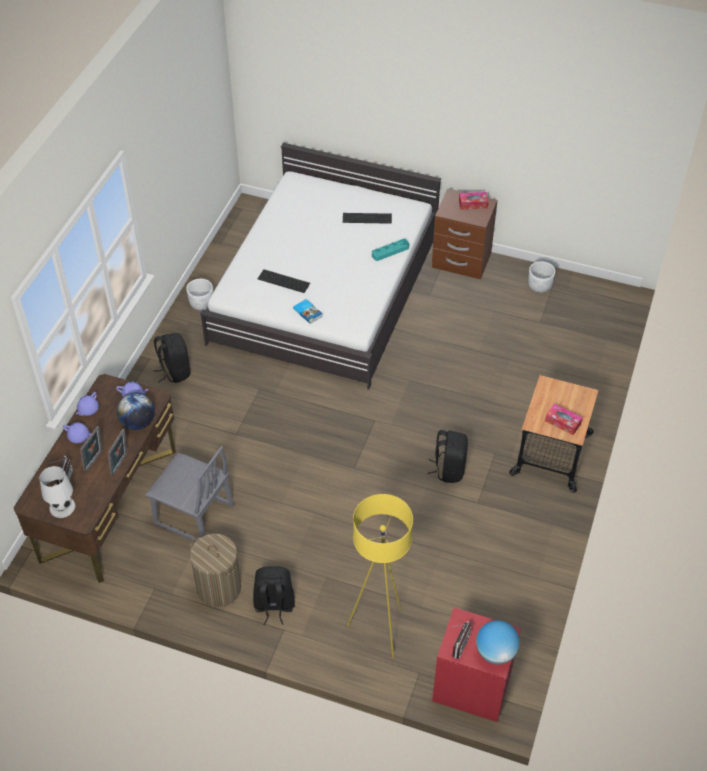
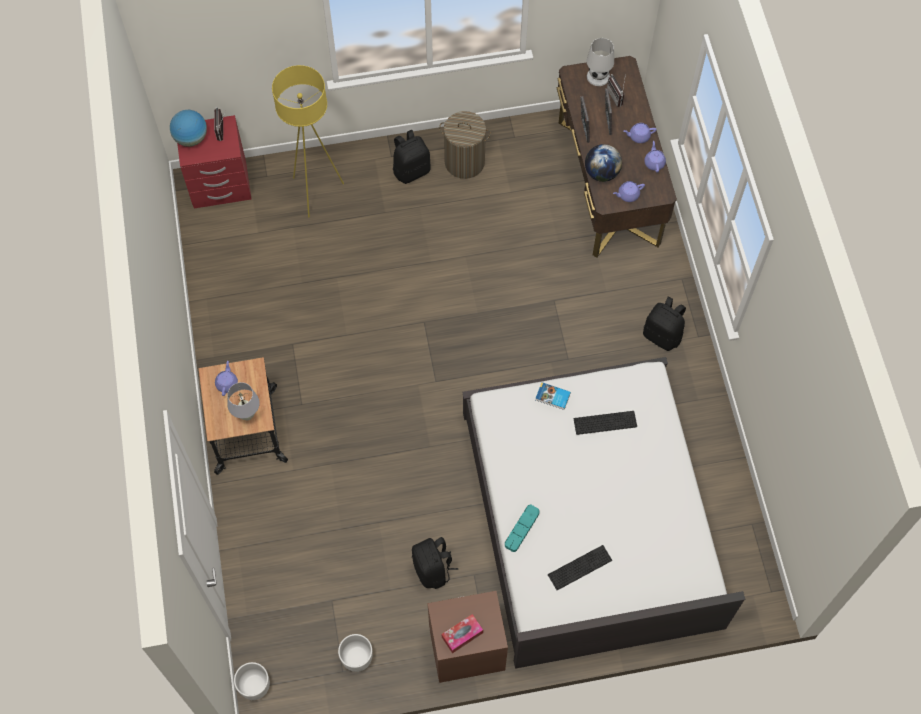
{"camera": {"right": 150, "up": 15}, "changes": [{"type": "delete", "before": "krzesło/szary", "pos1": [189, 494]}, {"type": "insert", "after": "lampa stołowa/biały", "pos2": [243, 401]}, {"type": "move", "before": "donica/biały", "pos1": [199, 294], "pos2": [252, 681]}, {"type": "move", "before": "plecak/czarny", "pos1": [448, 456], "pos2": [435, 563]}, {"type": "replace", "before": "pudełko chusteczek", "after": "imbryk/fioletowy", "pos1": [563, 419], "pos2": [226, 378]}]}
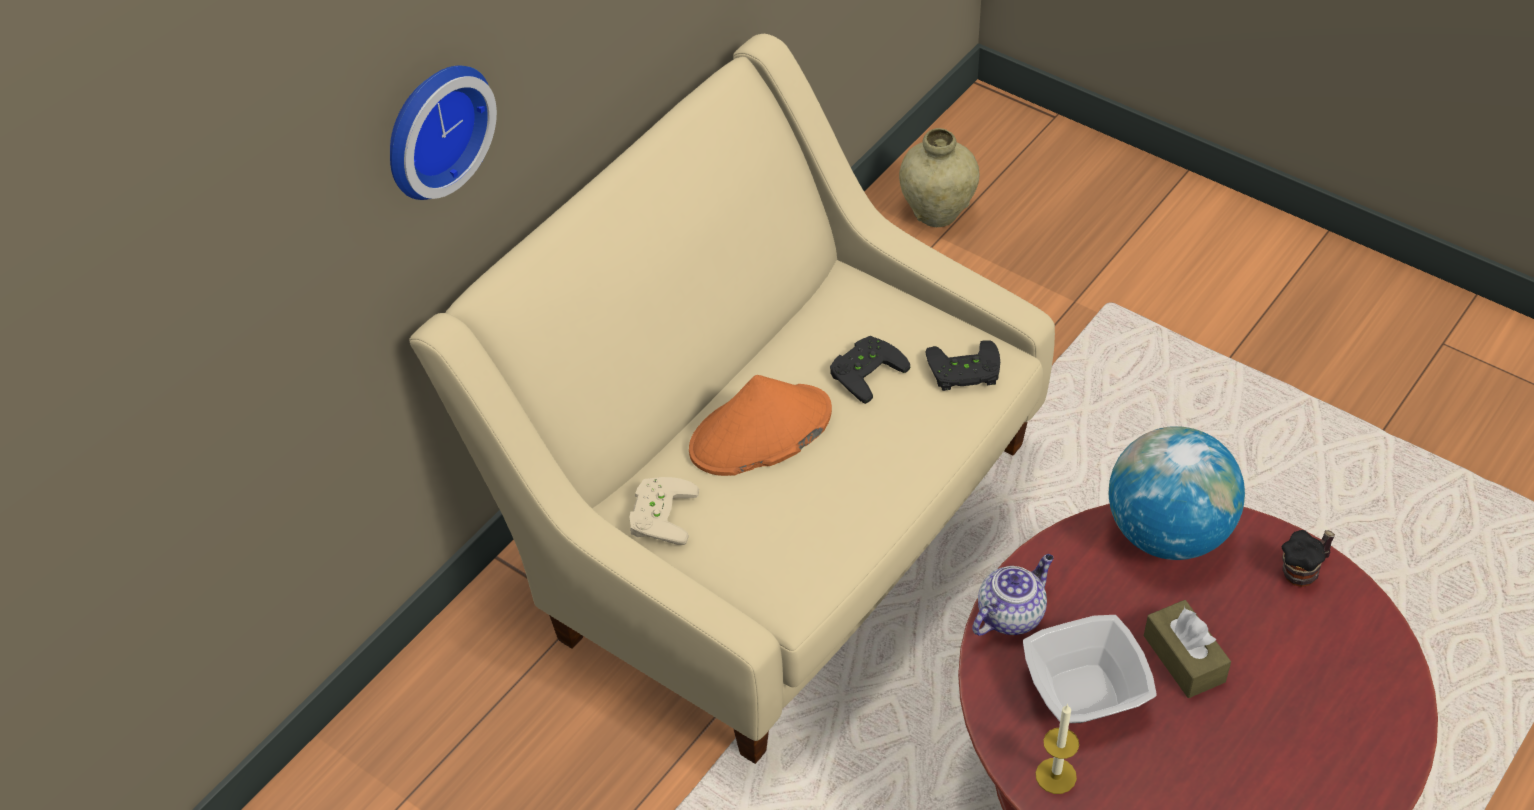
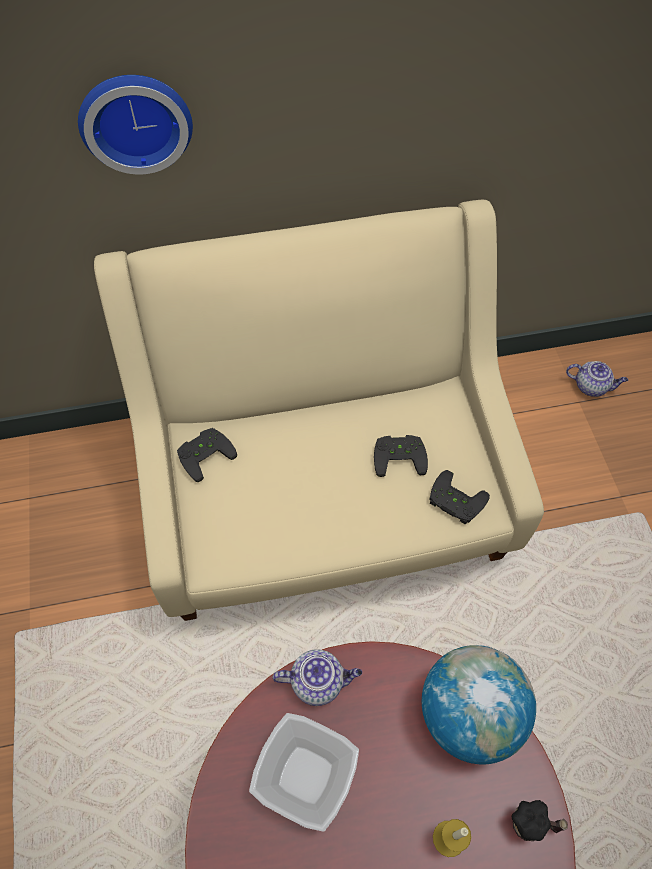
{"camera": {"right": 40, "up": 10}, "changes": [{"type": "delete", "before": "kapelusz/pomarańczowy", "pos1": [760, 425]}, {"type": "delete", "before": "pudełko chusteczek/brązowy", "pos1": [1187, 649]}, {"type": "move", "before": "świeca", "pos1": [1057, 749], "pos2": [452, 838]}, {"type": "replace", "before": "wazon/beżowy", "after": "imbryk", "pos1": [939, 177], "pos2": [597, 379]}, {"type": "recolor", "before": "pad do gier/beżowy", "after": "pad do gier/czarny", "pos1": [664, 511], "pos2": [207, 455]}]}
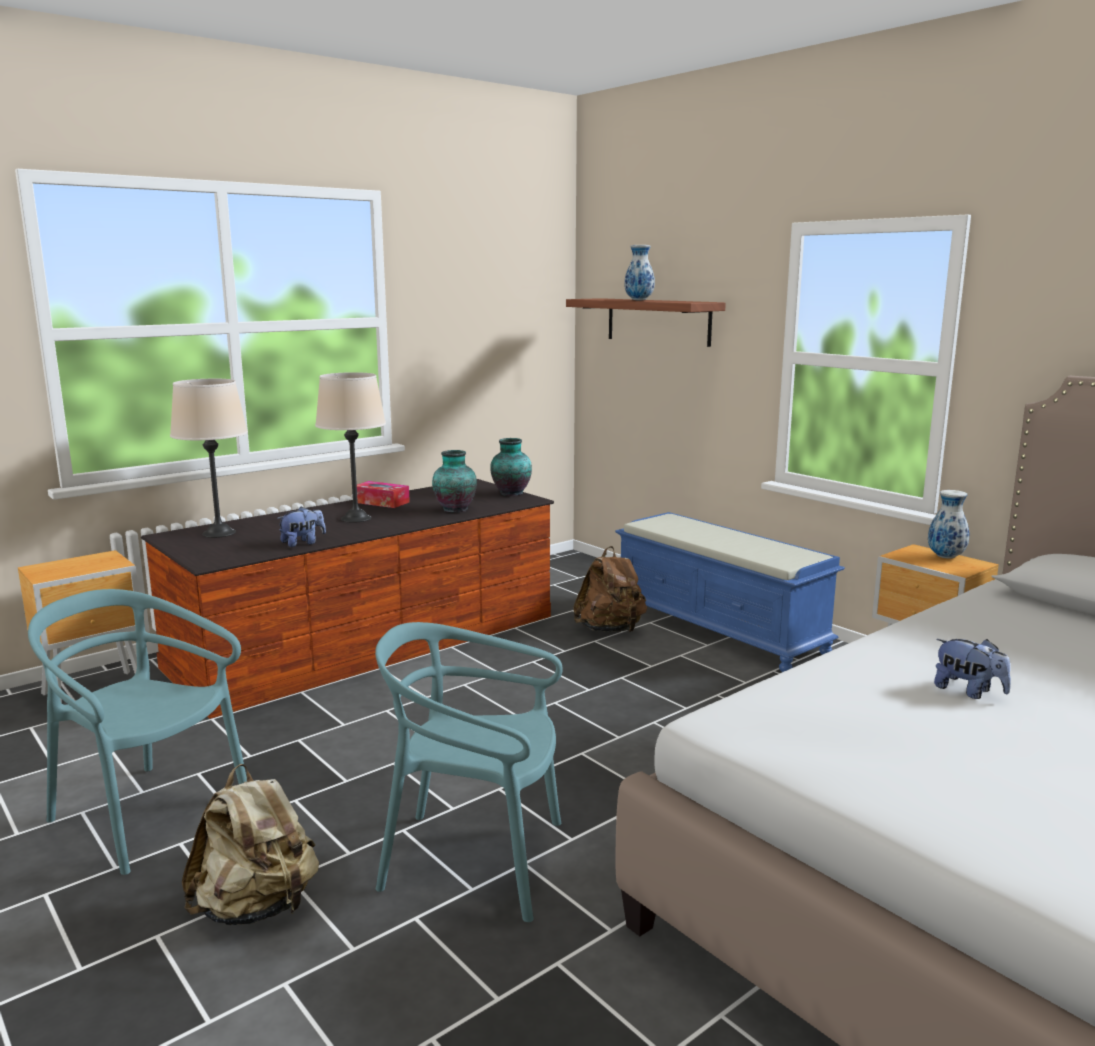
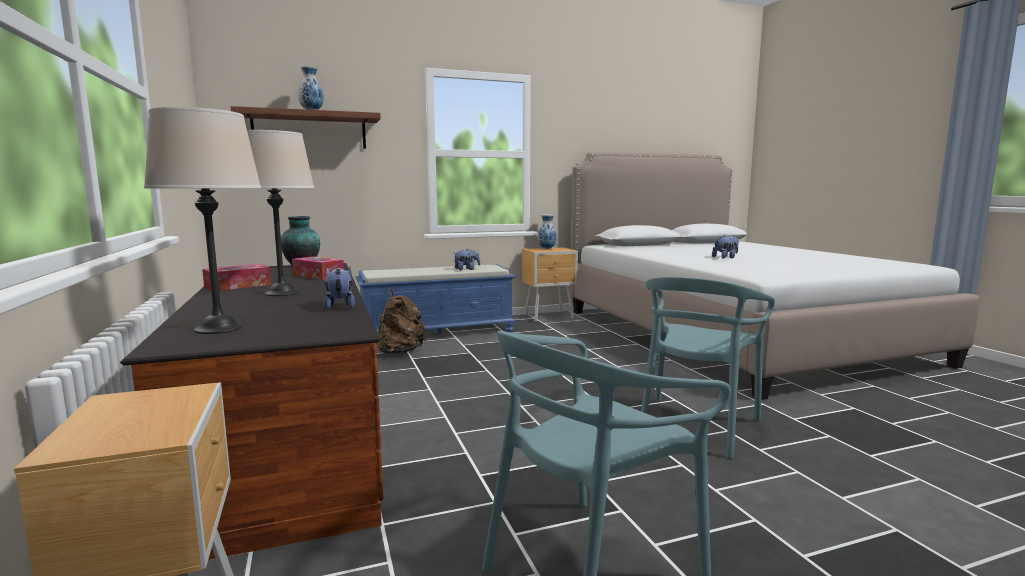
{"camera": {"right": -70, "up": -5}, "changes": [{"type": "delete", "before": "plecak/beżowy", "pos1": [250, 844]}, {"type": "insert", "after": "pluszak", "pos2": [467, 259]}, {"type": "replace", "before": "wazon", "after": "pudełko chusteczek", "pos1": [454, 481], "pos2": [318, 268]}]}
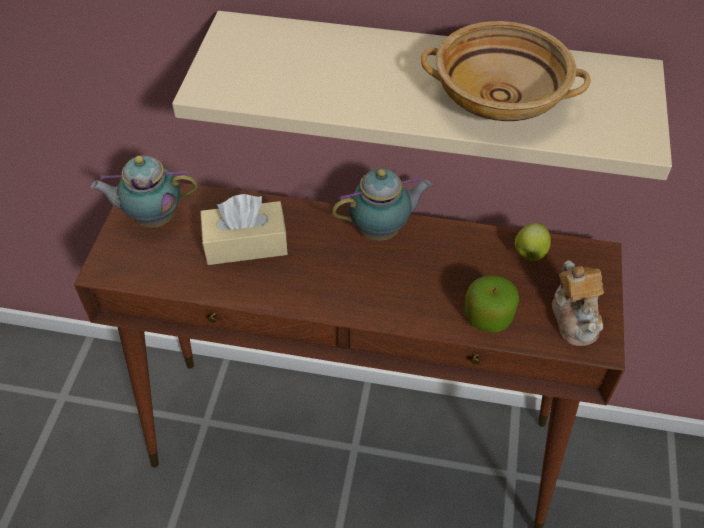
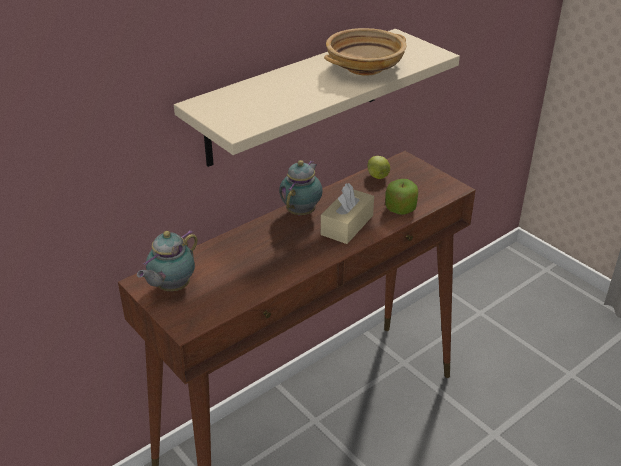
{"camera": {"right": -50, "up": -15}, "changes": [{"type": "delete", "before": "imbryk", "pos1": [578, 303]}, {"type": "move", "before": "pudełko chusteczek/beżowy", "pos1": [244, 229], "pos2": [347, 213]}]}
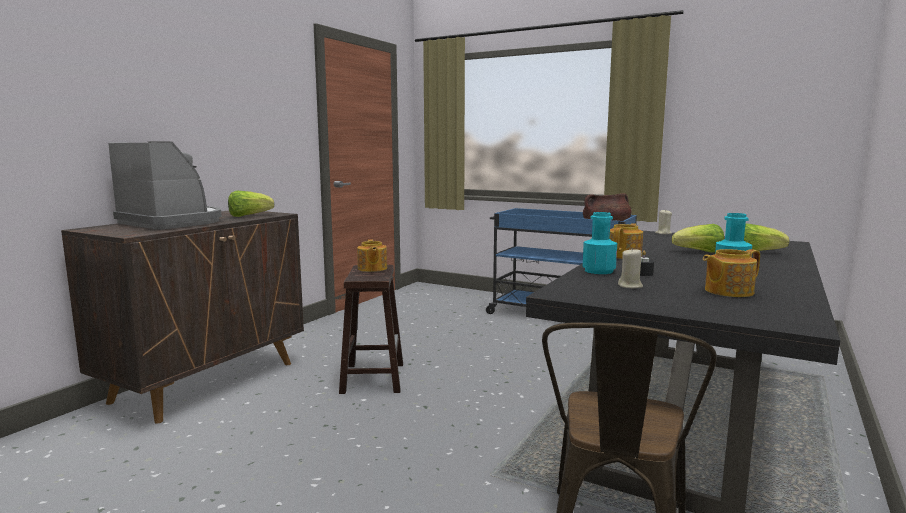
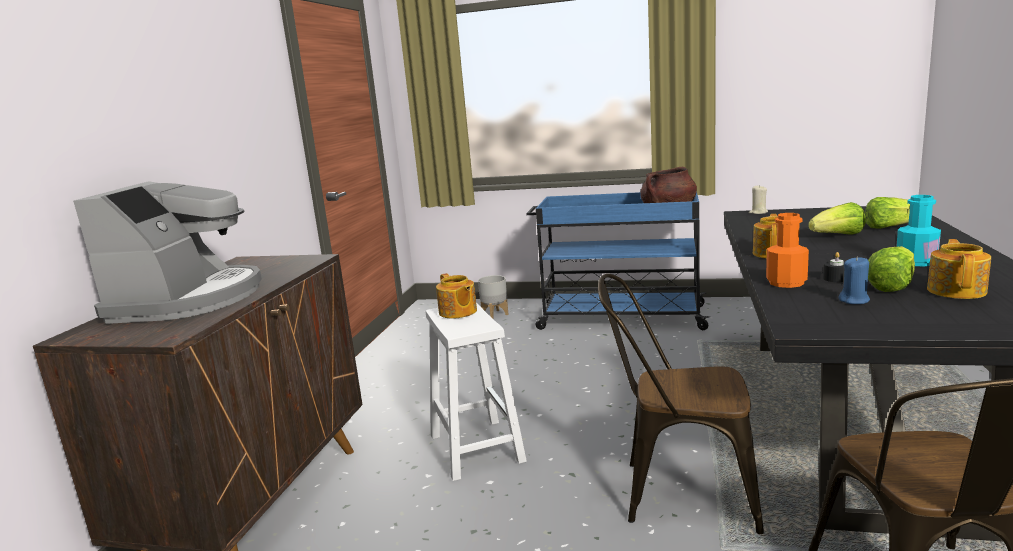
{"camera": {"right": -15, "up": 5}, "changes": [{"type": "insert", "after": "donica/szary", "pos2": [493, 297]}, {"type": "insert", "after": "krzesło/brązowy", "pos2": [681, 403]}, {"type": "move", "before": "sałata", "pos1": [251, 204], "pos2": [891, 269]}, {"type": "recolor", "before": "stołek/brązowy", "after": "stołek/biały", "pos1": [371, 329], "pos2": [476, 391]}, {"type": "recolor", "before": "butelka/turkusowy", "after": "butelka/pomarańczowy", "pos1": [600, 243], "pos2": [787, 250]}, {"type": "recolor", "before": "świeca/beżowy", "after": "świeca/niebieski", "pos1": [630, 268], "pos2": [854, 280]}, {"type": "rotate", "before": "ekspres do kawy", "pos1": [165, 185], "pos2": [167, 252], "turn": 75}, {"type": "rotate", "before": "imbryk", "pos1": [731, 273], "pos2": [959, 269], "turn": 150}]}
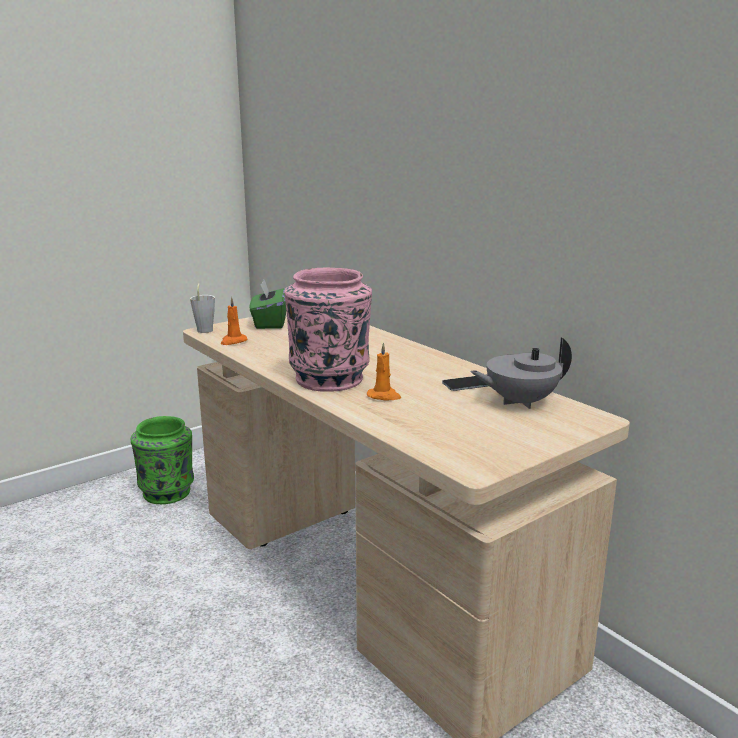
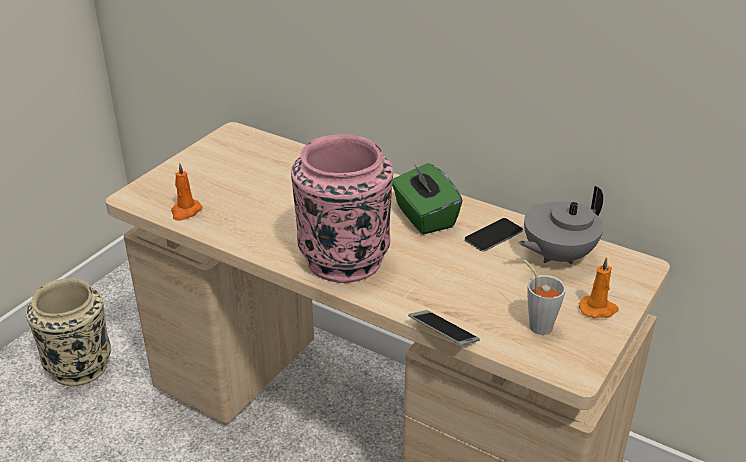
{"camera": {"right": -20, "up": 15}, "changes": [{"type": "insert", "after": "telefon", "pos2": [444, 328]}, {"type": "move", "before": "filiżanka/szary", "pos1": [202, 308], "pos2": [544, 297]}, {"type": "move", "before": "pudełko chusteczek/zielony", "pos1": [267, 304], "pos2": [427, 199]}, {"type": "move", "before": "świeca/pomarańczowy", "pos1": [384, 371], "pos2": [599, 287]}, {"type": "recolor", "before": "wazon/zielony", "after": "wazon/beżowy", "pos1": [162, 460], "pos2": [68, 332]}]}
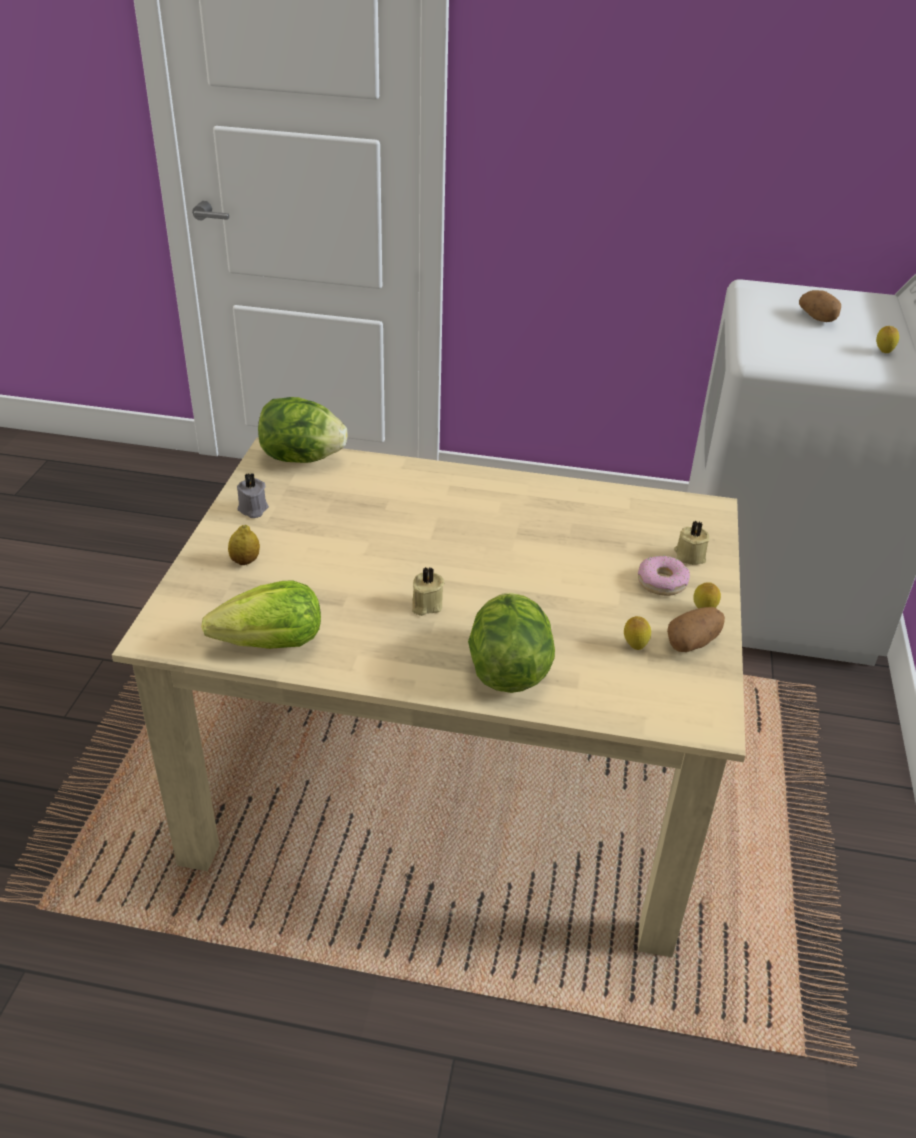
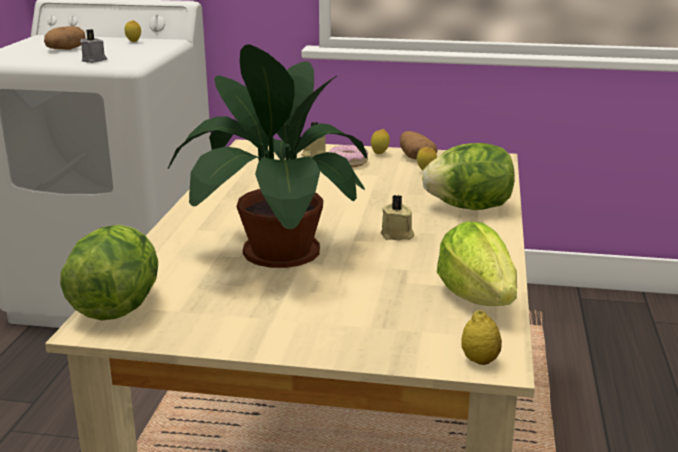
{"camera": {"right": -90, "up": -15}, "changes": [{"type": "insert", "after": "roślina doniczkowa", "pos2": [268, 156]}, {"type": "move", "before": "cytryna", "pos1": [244, 545], "pos2": [481, 337]}, {"type": "move", "before": "świeca/szary", "pos1": [253, 495], "pos2": [93, 46]}]}
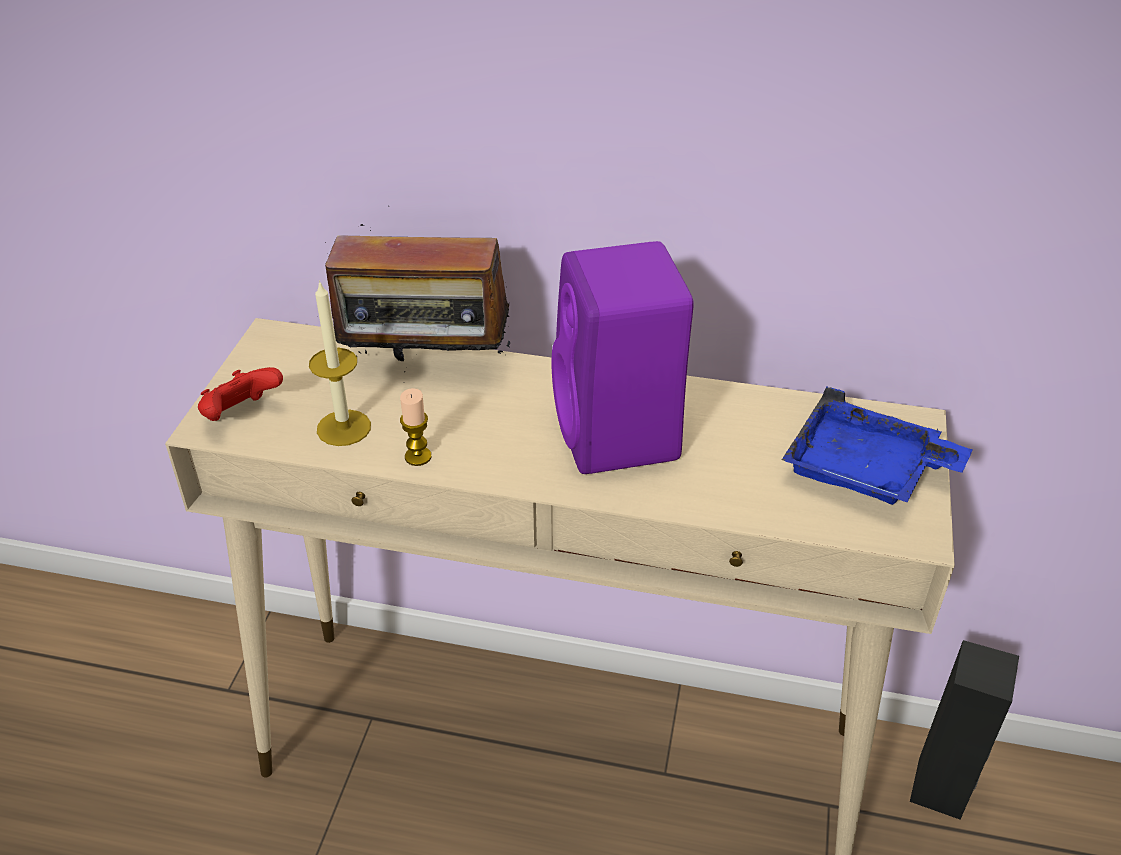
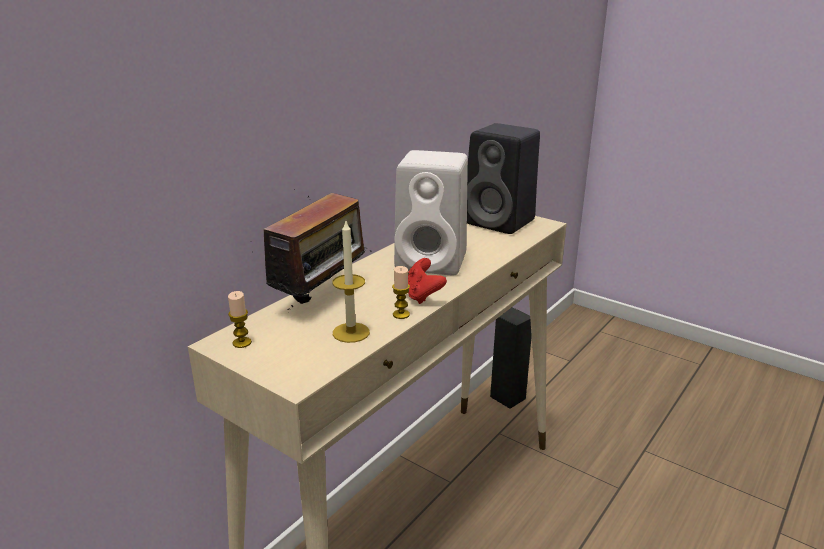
{"camera": {"right": -65, "up": -15}, "changes": [{"type": "insert", "after": "świeca", "pos2": [240, 319]}, {"type": "move", "before": "pad do gier/czerwony", "pos1": [240, 394], "pos2": [427, 281]}, {"type": "replace", "before": "taca/niebieski", "after": "głośnik/czarny", "pos1": [877, 445], "pos2": [503, 178]}, {"type": "recolor", "before": "głośnik/fioletowy", "after": "głośnik/biały", "pos1": [623, 357], "pos2": [431, 212]}]}
